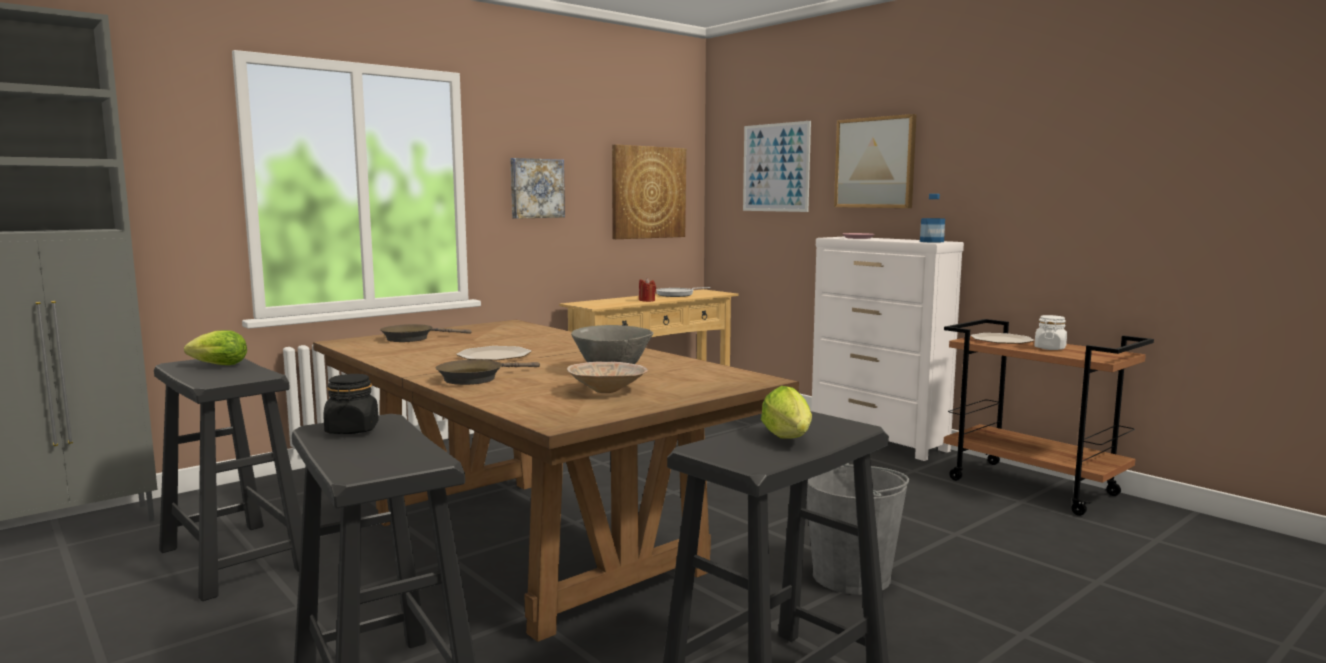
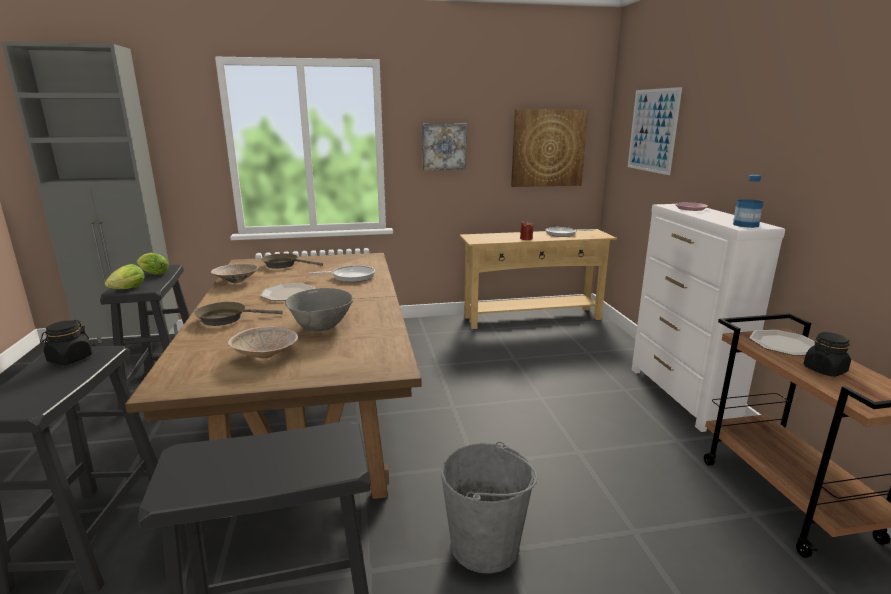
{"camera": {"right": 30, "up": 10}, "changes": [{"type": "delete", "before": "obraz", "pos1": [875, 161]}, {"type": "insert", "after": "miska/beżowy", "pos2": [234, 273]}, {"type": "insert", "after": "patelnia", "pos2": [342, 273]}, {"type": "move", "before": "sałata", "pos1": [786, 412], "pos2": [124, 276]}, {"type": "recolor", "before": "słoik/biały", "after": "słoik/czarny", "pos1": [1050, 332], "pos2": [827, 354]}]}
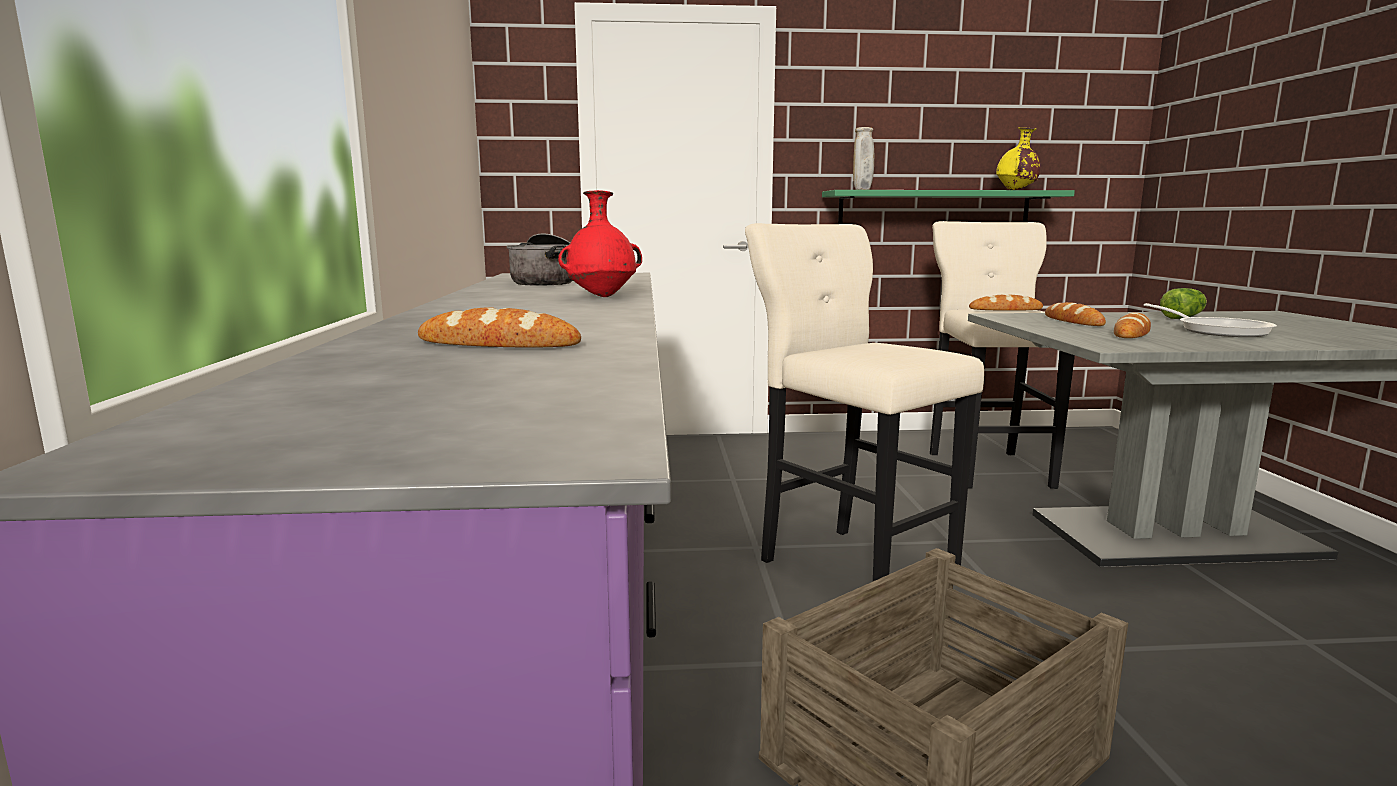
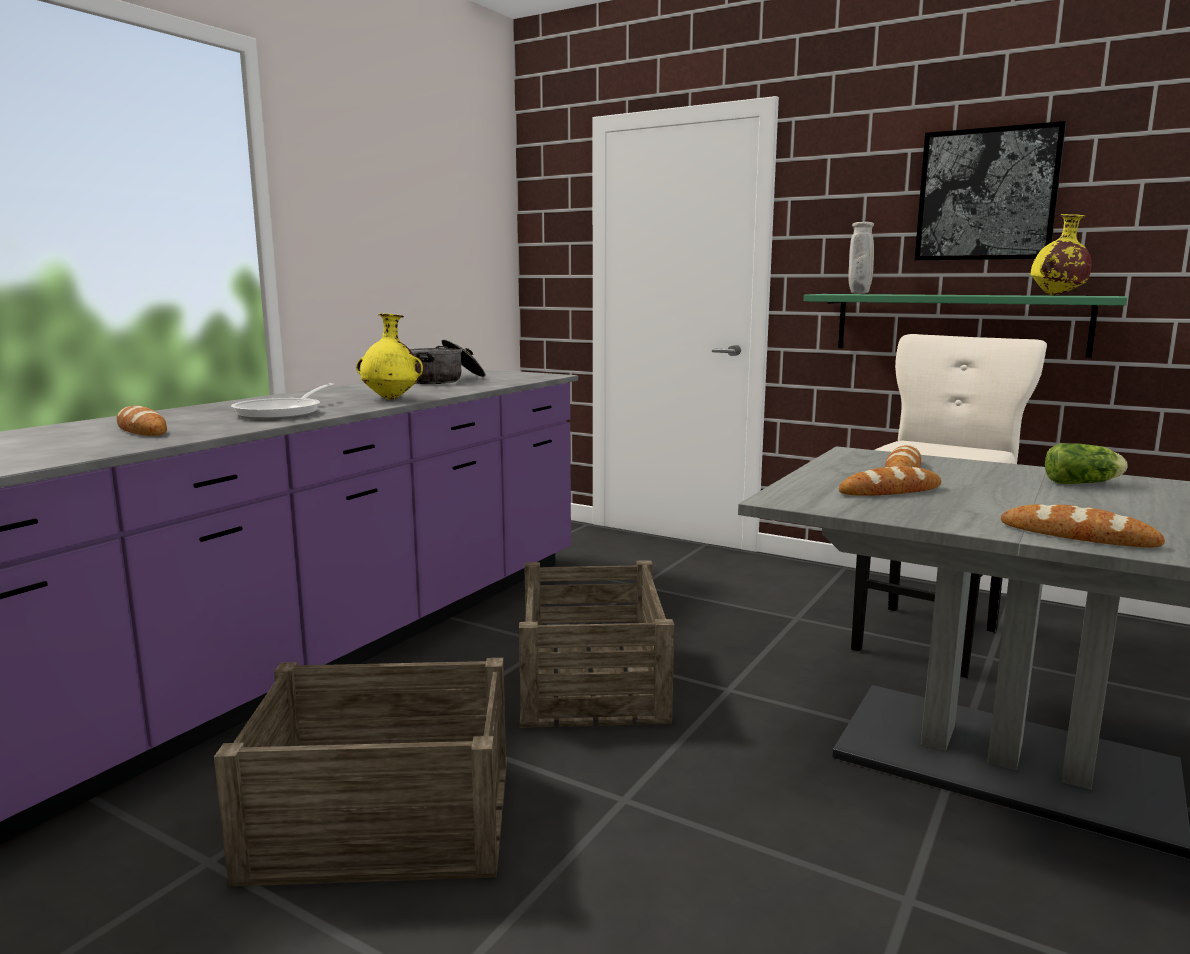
{"camera": {"right": 35, "up": 0}, "changes": [{"type": "insert", "after": "obraz", "pos2": [990, 191]}, {"type": "move", "before": "chleb", "pos1": [1006, 303], "pos2": [1083, 525]}, {"type": "move", "before": "patelnia", "pos1": [1210, 320], "pos2": [283, 401]}, {"type": "replace", "before": "stołek/beżowy", "after": "skrzynka", "pos1": [864, 402], "pos2": [596, 644]}, {"type": "recolor", "before": "wazon/czerwony", "after": "wazon/żółty", "pos1": [600, 243], "pos2": [390, 356]}]}
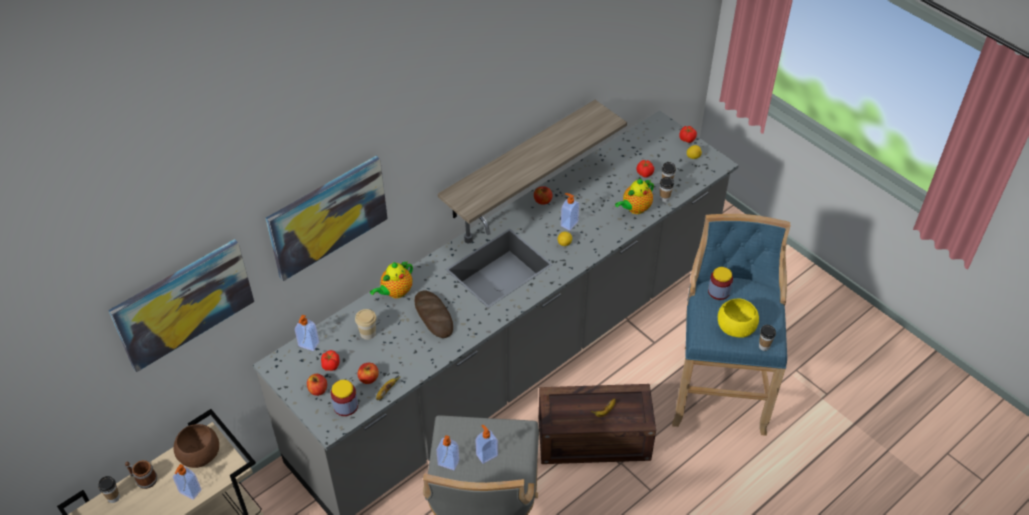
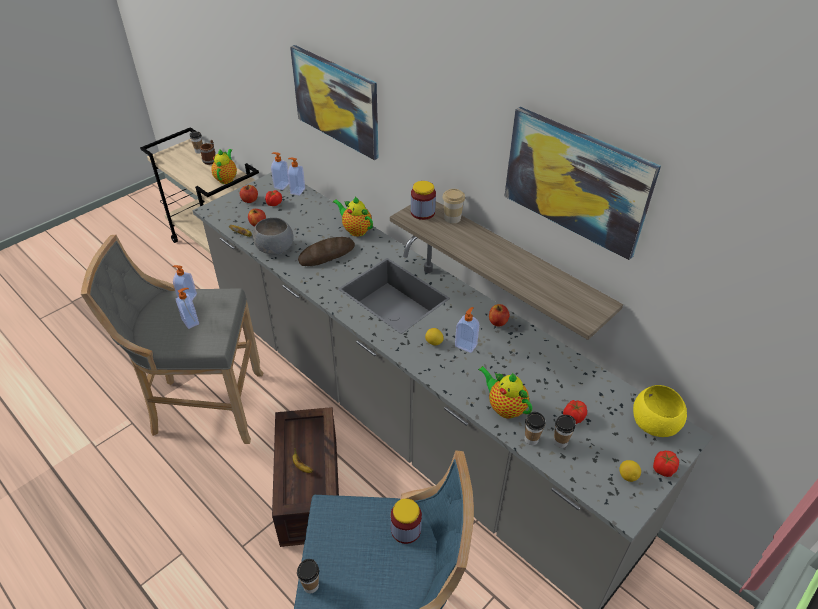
{"camera": {"right": 85, "up": -5}, "changes": [{"type": "insert", "after": "miska/szary", "pos2": [273, 236]}, {"type": "move", "before": "obraz", "pos1": [181, 305], "pos2": [582, 183]}, {"type": "move", "before": "dozownik mydła", "pos1": [187, 482], "pos2": [280, 171]}, {"type": "move", "before": "słoik", "pos1": [344, 398], "pos2": [423, 200]}, {"type": "move", "before": "filiżanka", "pos1": [365, 324], "pos2": [453, 206]}, {"type": "move", "before": "miska/żółty", "pos1": [738, 318], "pos2": [660, 411]}, {"type": "replace", "before": "miska/brązowy", "after": "imbryk", "pos1": [196, 446], "pos2": [224, 166]}]}
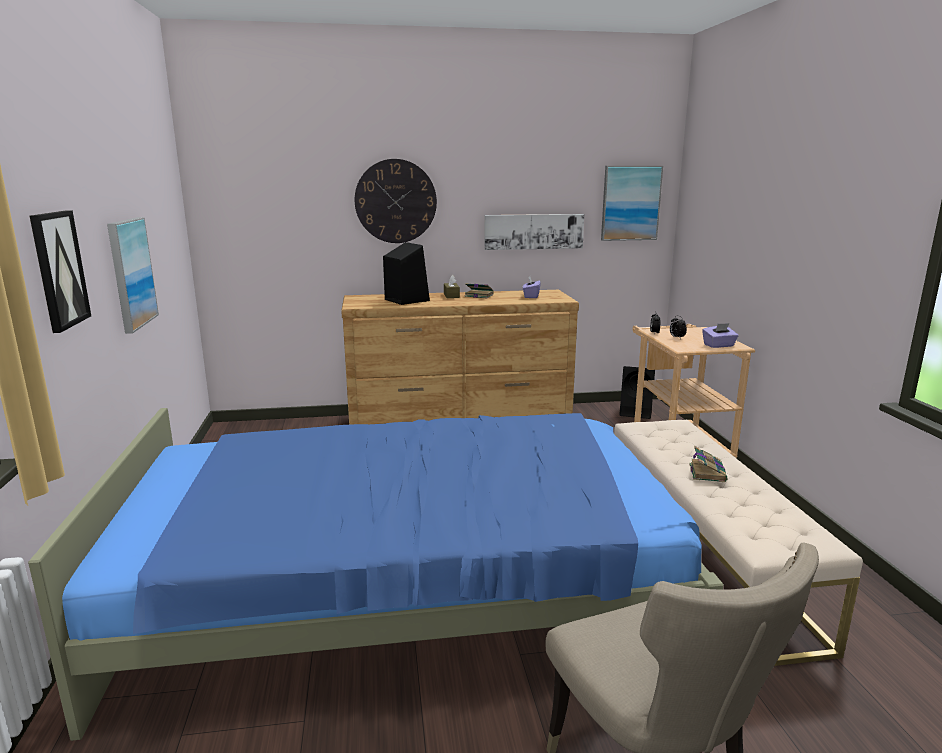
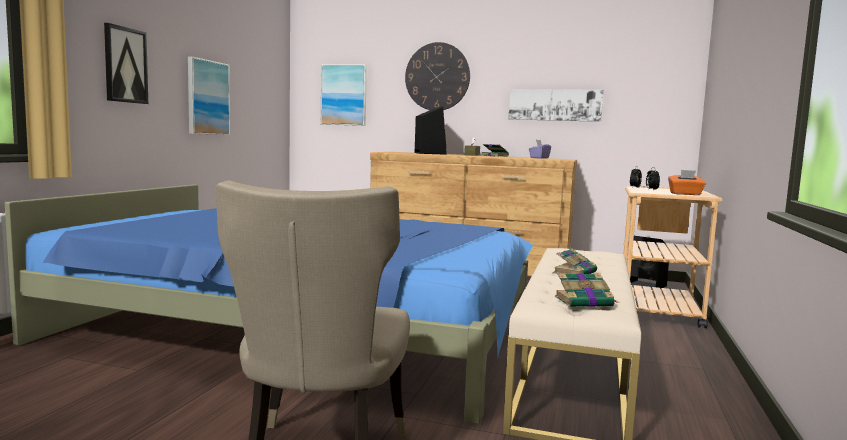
{"camera": {"right": 25, "up": -10}, "changes": [{"type": "insert", "after": "książka", "pos2": [586, 290]}, {"type": "move", "before": "obraz", "pos1": [632, 203], "pos2": [344, 95]}, {"type": "recolor", "before": "pudełko chusteczek/fioletowy", "after": "pudełko chusteczek/pomarańczowy", "pos1": [720, 335], "pos2": [687, 182]}]}
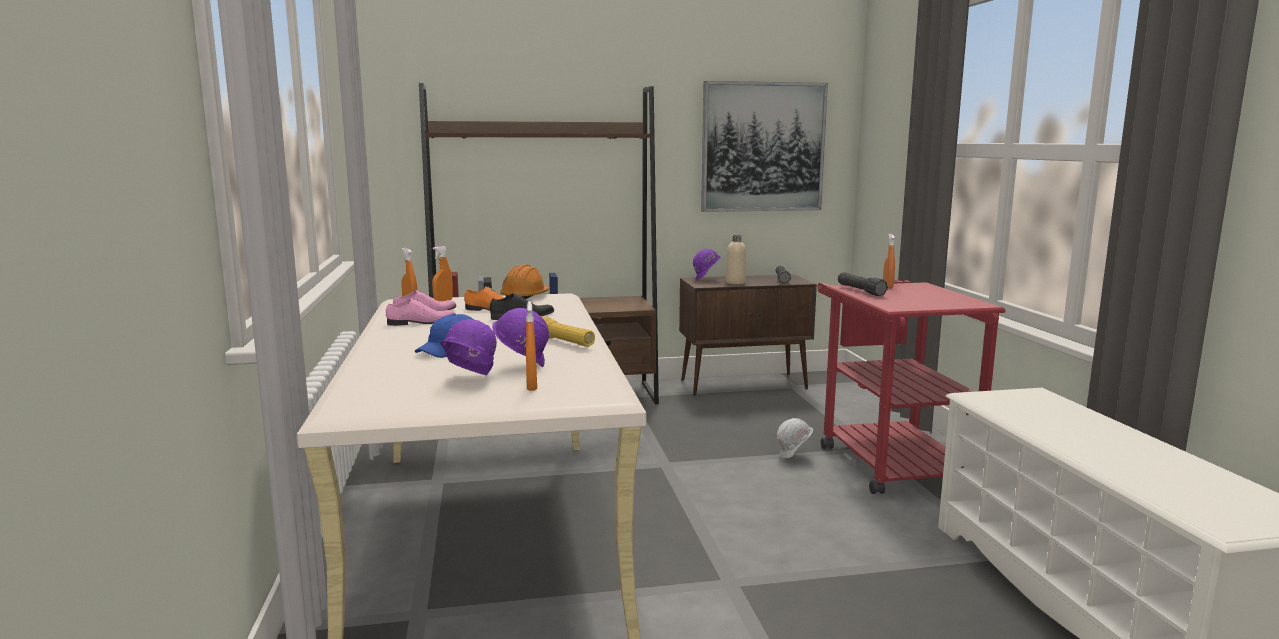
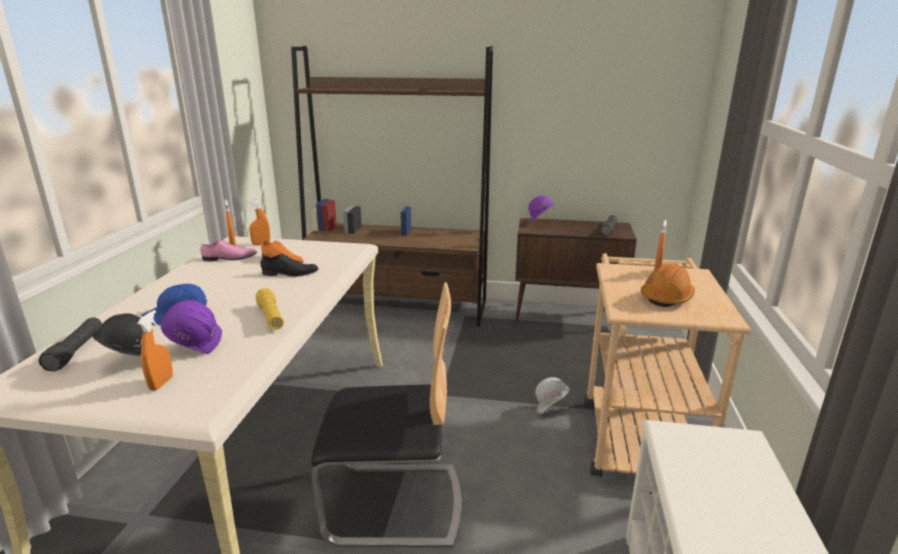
{"camera": {"right": 20, "up": 10}, "changes": [{"type": "delete", "before": "but/różowy", "pos1": [420, 312]}, {"type": "delete", "before": "obraz", "pos1": [764, 146]}, {"type": "delete", "before": "butelka/beżowy", "pos1": [735, 260]}, {"type": "insert", "after": "krzesło", "pos2": [386, 415]}, {"type": "move", "before": "kask/pomarańczowy", "pos1": [525, 281], "pos2": [668, 285]}, {"type": "move", "before": "latarka/czarny", "pos1": [863, 284], "pos2": [70, 344]}, {"type": "recolor", "before": "kask/fioletowy", "after": "kask/czarny", "pos1": [468, 347], "pos2": [117, 334]}, {"type": "recolor", "before": "wózek/czerwony", "after": "wózek/beżowy", "pos1": [912, 387], "pos2": [668, 365]}]}
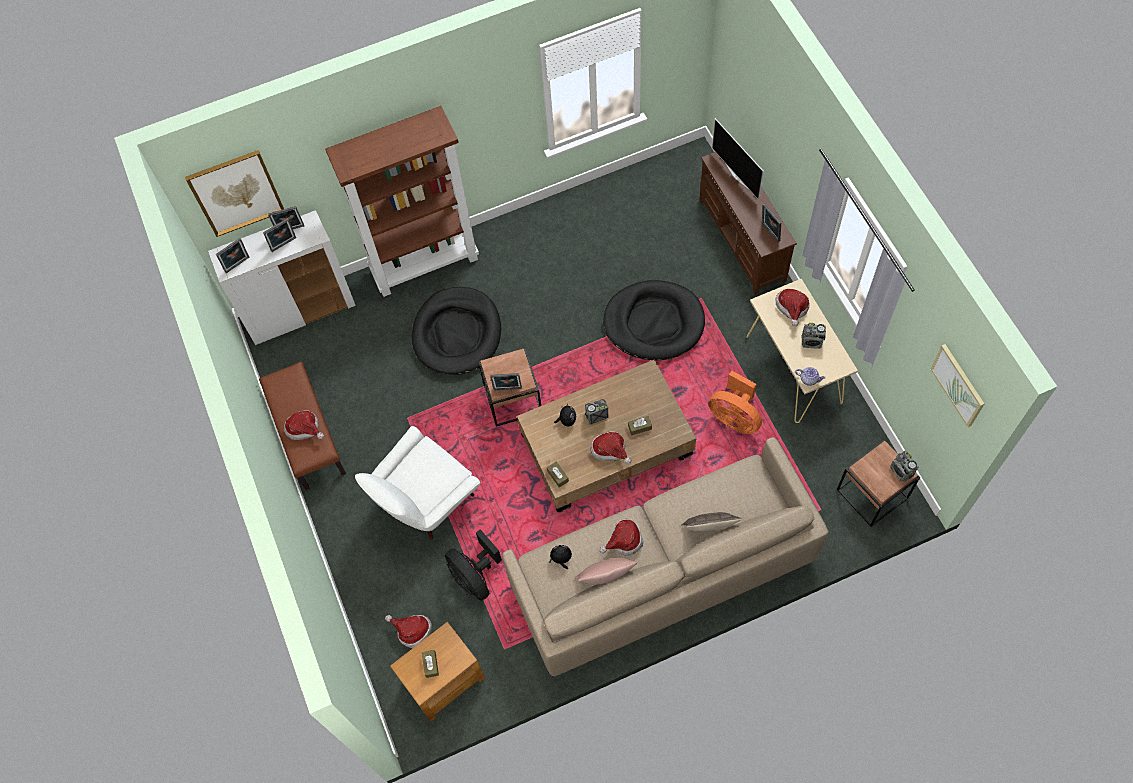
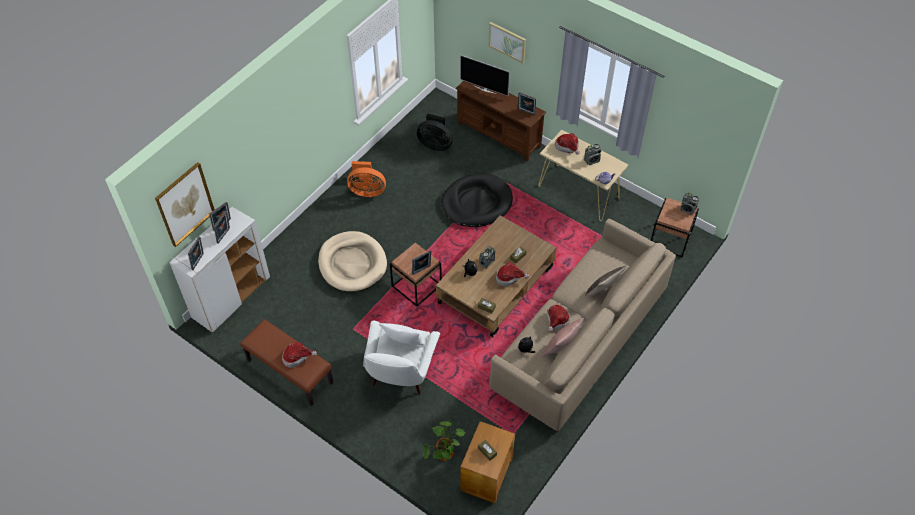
{"camera": {"right": -35, "up": -10}, "changes": [{"type": "delete", "before": "regał/brązowy", "pos1": [402, 201]}, {"type": "insert", "after": "poduszka/biały", "pos2": [401, 334]}, {"type": "move", "before": "wentylator/czarny", "pos1": [473, 565], "pos2": [435, 132]}, {"type": "move", "before": "wentylator/pomarańczowy", "pos1": [735, 402], "pos2": [366, 179]}, {"type": "move", "before": "obraz", "pos1": [957, 385], "pos2": [507, 42]}, {"type": "replace", "before": "kapelusz", "after": "roślina doniczkowa", "pos1": [408, 631], "pos2": [444, 440]}, {"type": "recolor", "before": "legowisko/czarny", "after": "legowisko/beżowy", "pos1": [456, 331], "pos2": [352, 261]}]}
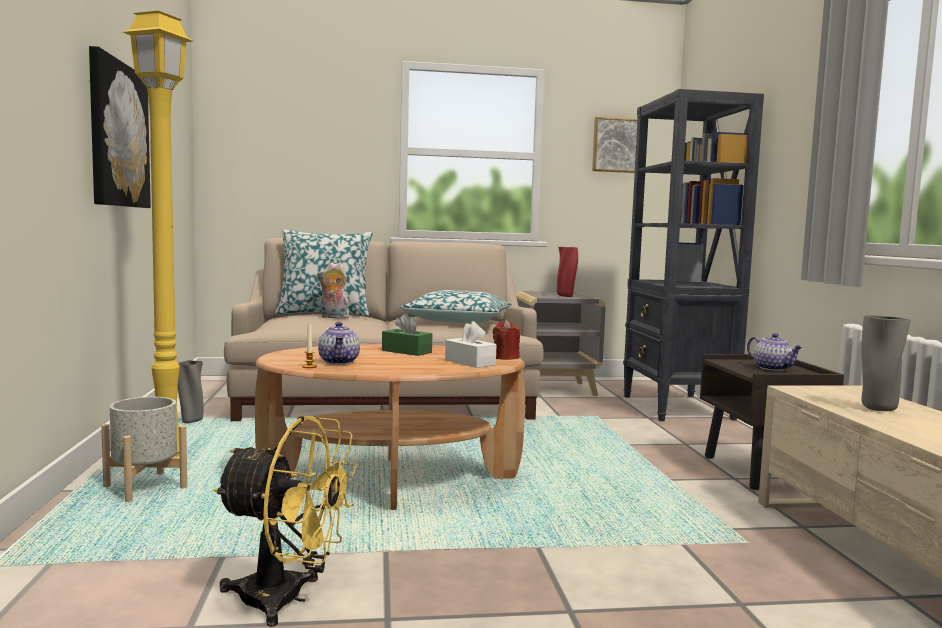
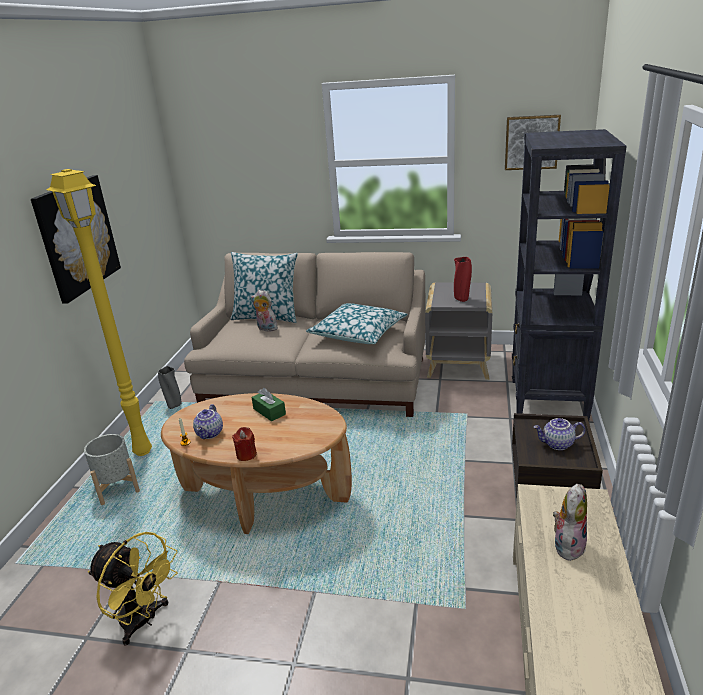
{"camera": {"right": 20, "up": 20}, "changes": [{"type": "delete", "before": "pudełko chusteczek/biały", "pos1": [471, 344]}, {"type": "move", "before": "świeca/czerwony", "pos1": [506, 340], "pos2": [244, 444]}, {"type": "replace", "before": "wazon/szary", "after": "pluszak", "pos1": [886, 363], "pos2": [570, 522]}, {"type": "rotate", "before": "imbryk", "pos1": [775, 352], "pos2": [559, 434], "turn": 105}]}
